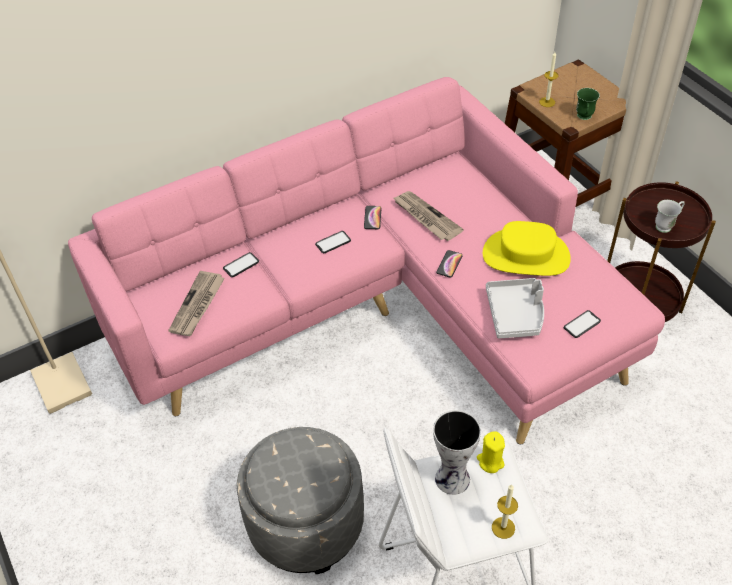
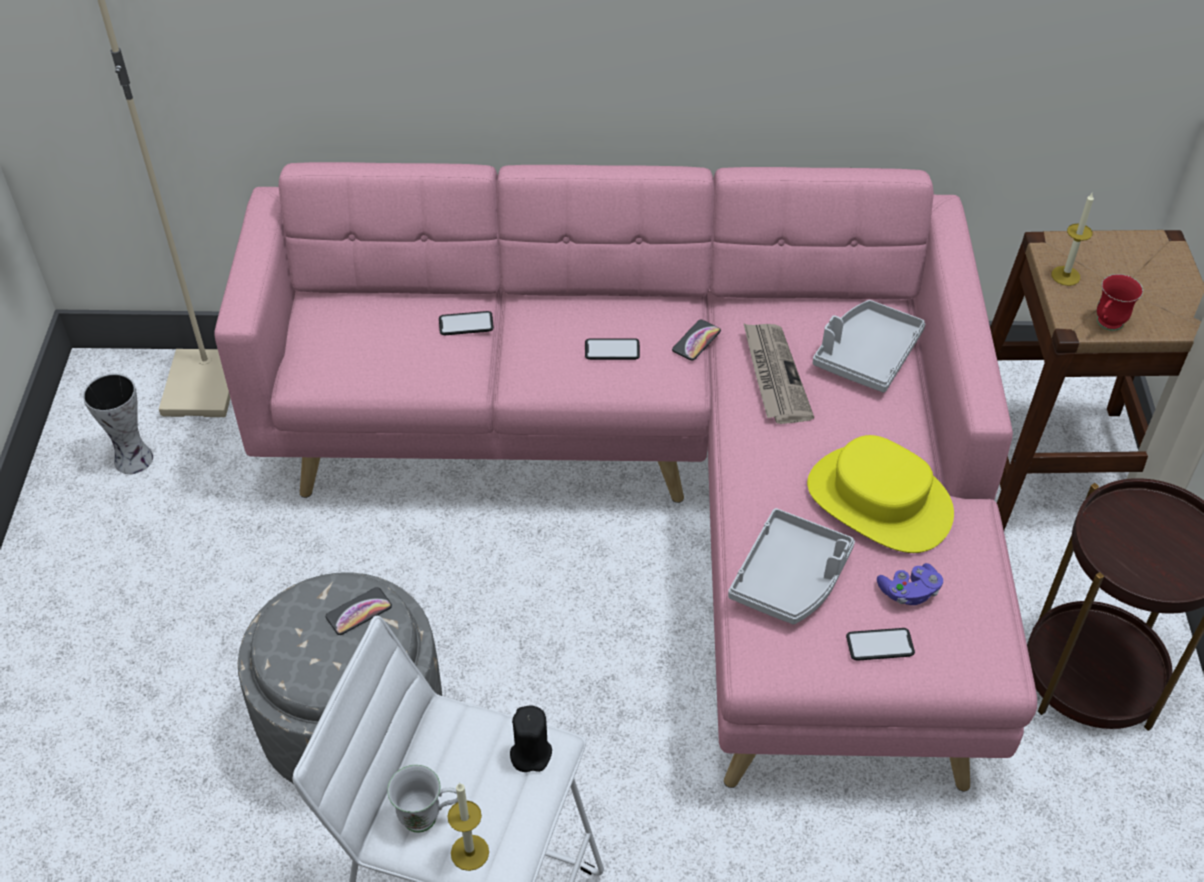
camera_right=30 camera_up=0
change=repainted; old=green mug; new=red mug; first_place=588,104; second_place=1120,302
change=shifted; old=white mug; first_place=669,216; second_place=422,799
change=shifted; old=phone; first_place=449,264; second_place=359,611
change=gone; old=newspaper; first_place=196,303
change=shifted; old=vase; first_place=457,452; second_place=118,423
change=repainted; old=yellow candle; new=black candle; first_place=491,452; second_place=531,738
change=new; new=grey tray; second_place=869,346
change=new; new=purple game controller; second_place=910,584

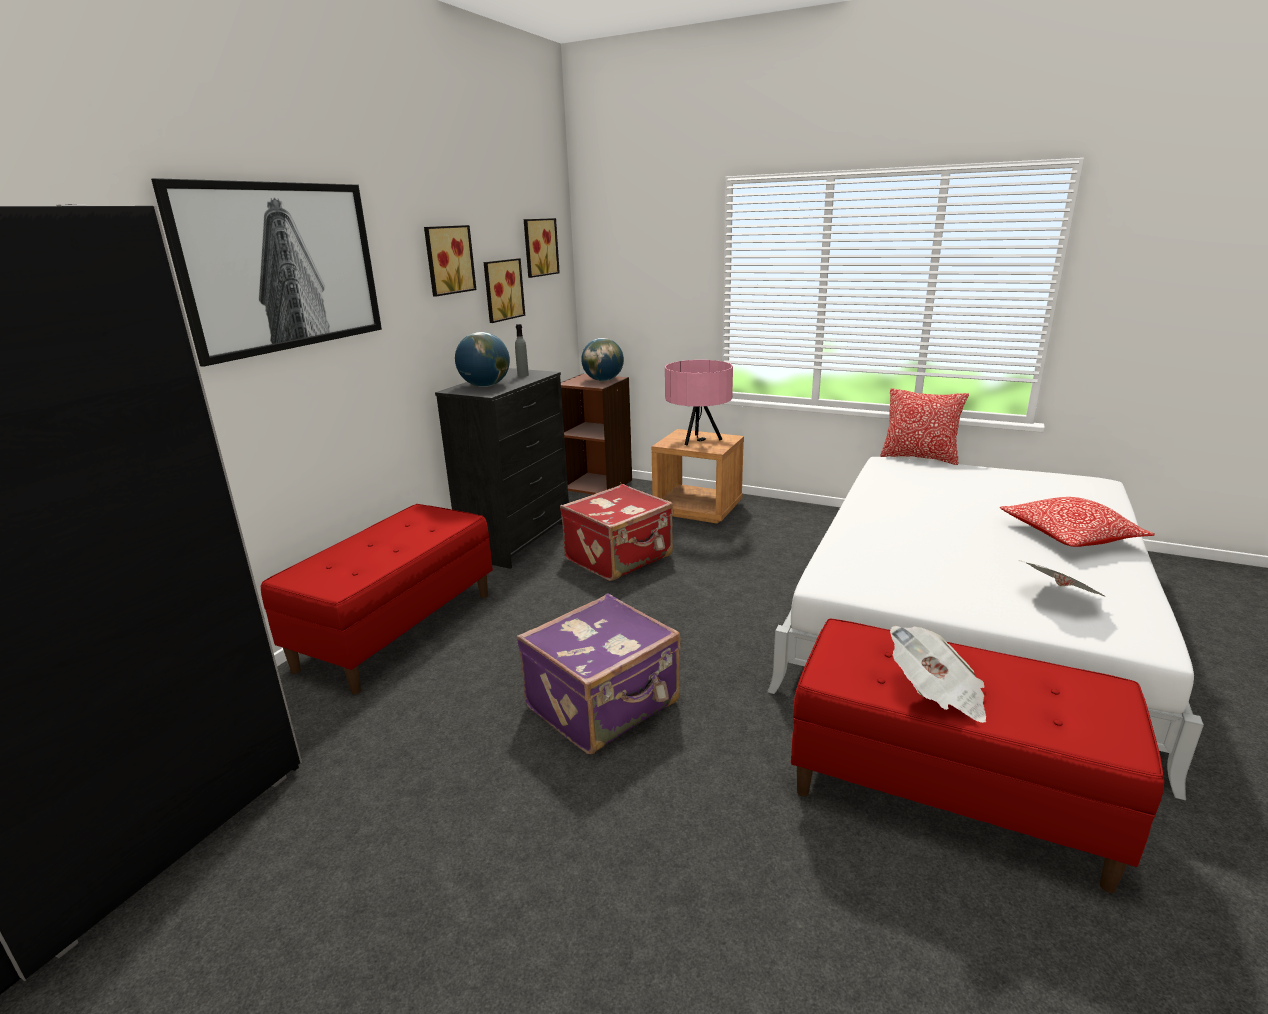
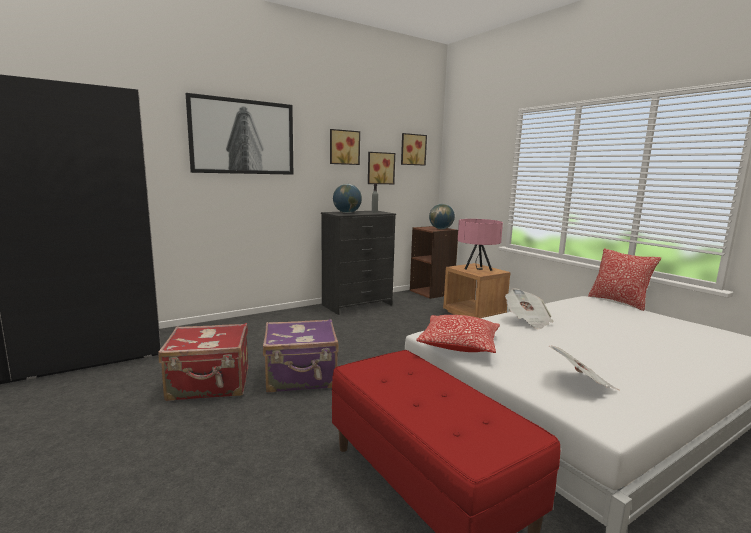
camera_right=30 camera_up=-10
change=shifted; old=red suitcase; first_place=616,532; second_place=203,362
change=shifted; old=pillow; first_place=1077,522; second_place=458,334
change=gone; old=red bench; first_place=377,599
change=shifted; old=newspaper; first_place=938,674; second_place=529,308

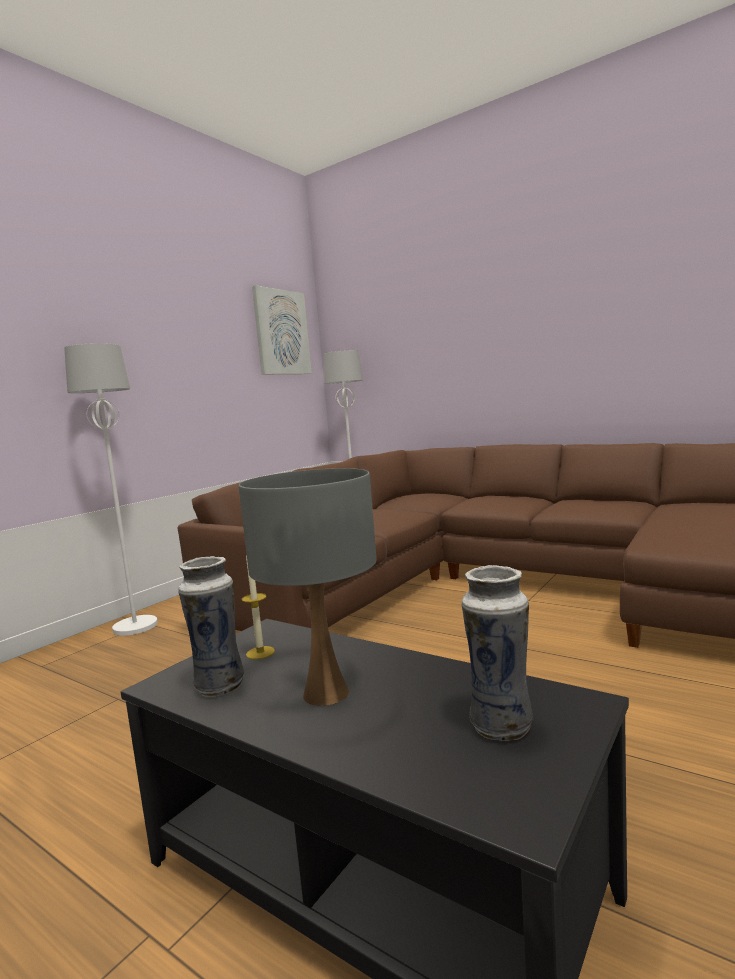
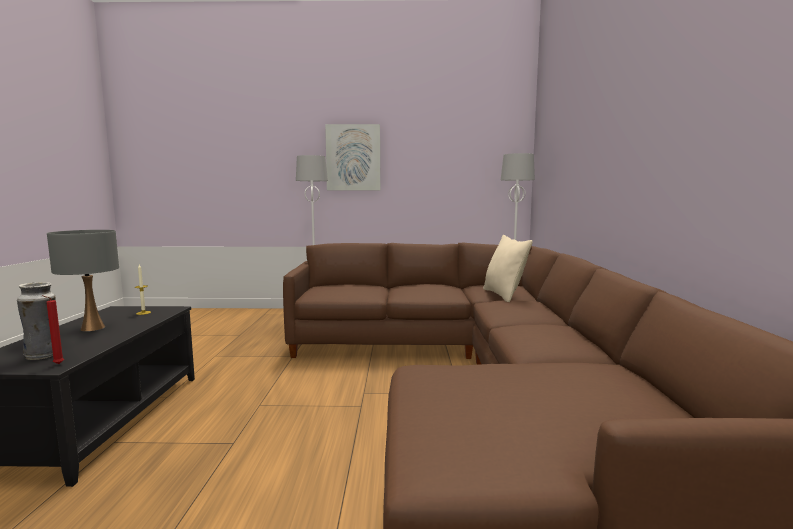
camera_right=55 camera_up=0
change=shifted; old=picture; first_place=282,329; second_place=352,157
change=gone; old=vase; first_place=211,626
change=new; new=beige pillow; second_place=508,268
change=new; new=red candle; second_place=53,329

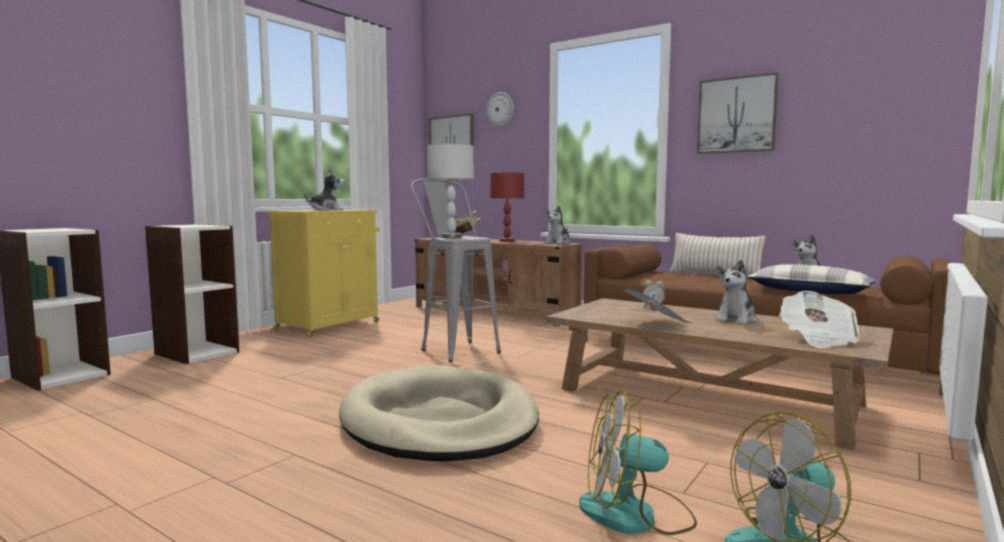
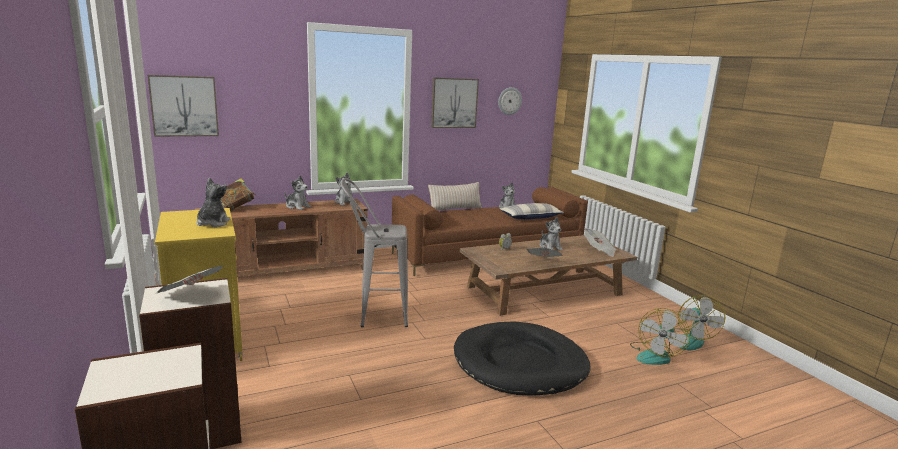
camera_right=-60 camera_up=10
change=shifted; old=wall clock; first_place=500,109; second_place=510,101
change=gone; old=grey table lamp; first_place=450,191
change=swapped; old=red table lamp; new=plush toy; first_place=507,207; second_place=297,192
change=repainted; old=beige dog bed; new=black dog bed; first_place=439,413; second_place=522,359
change=new; new=newspaper; second_place=189,280

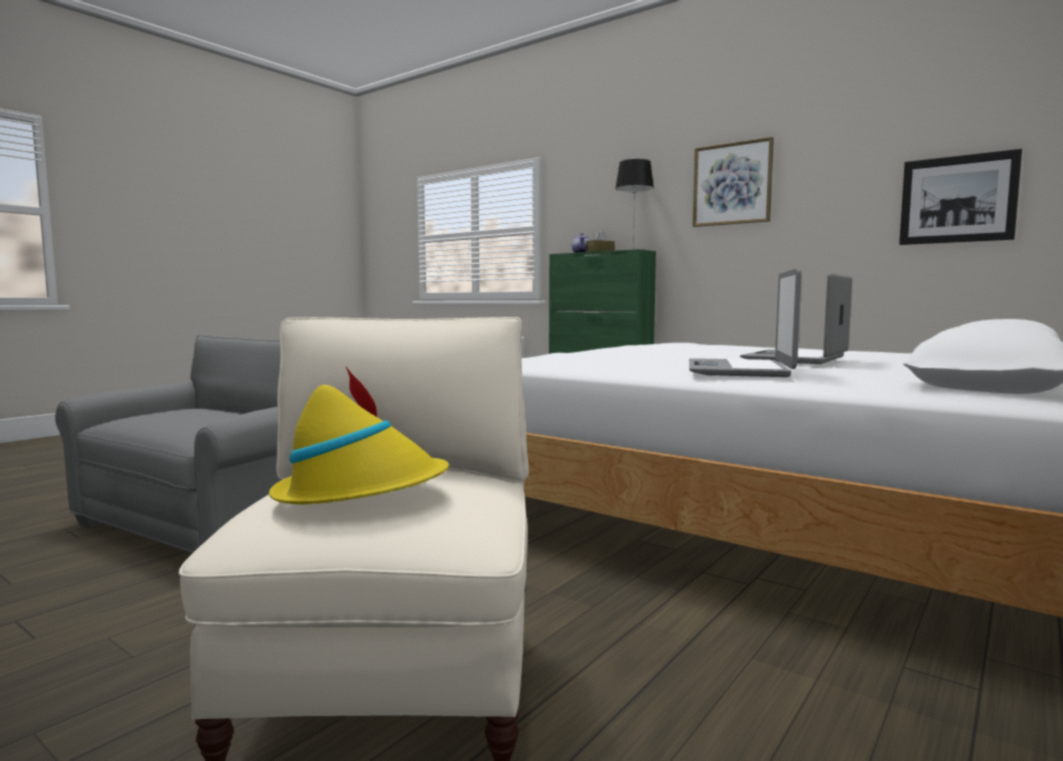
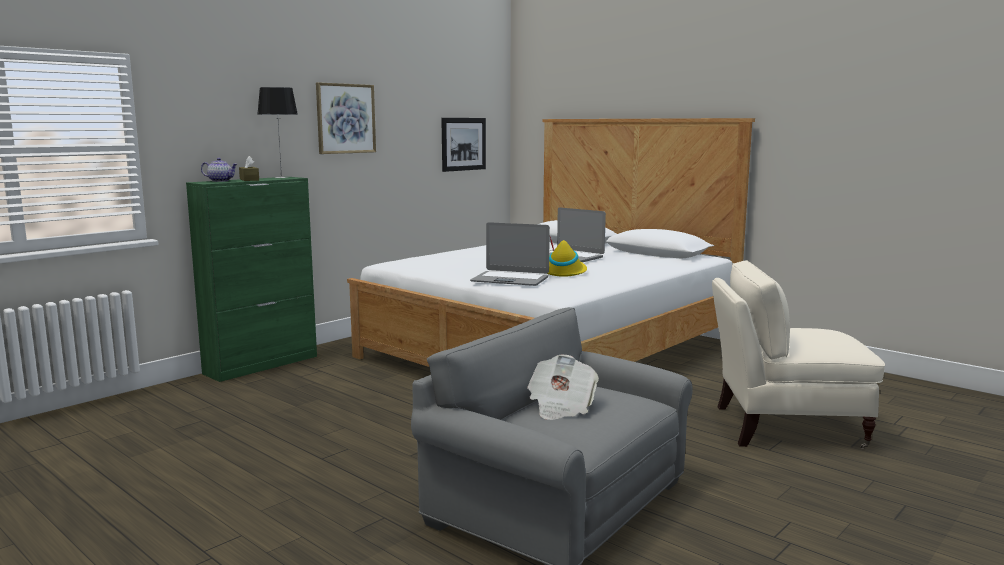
camera_right=-85 camera_up=5
change=shifted; old=laptop; first_place=745,323; second_place=510,254
change=shifted; old=yellow hat; first_place=359,435; second_place=567,257
change=new; new=newspaper; second_place=563,387

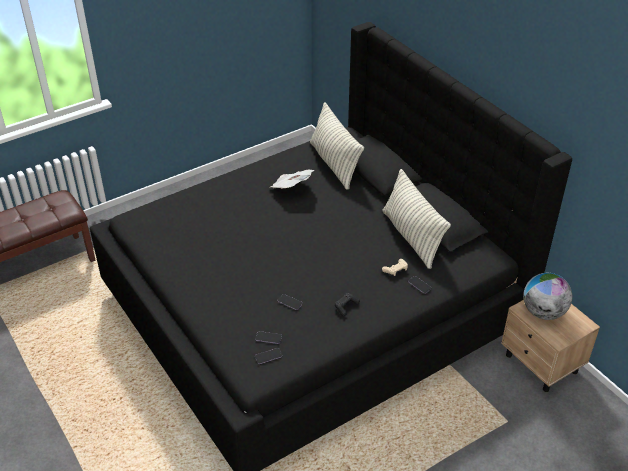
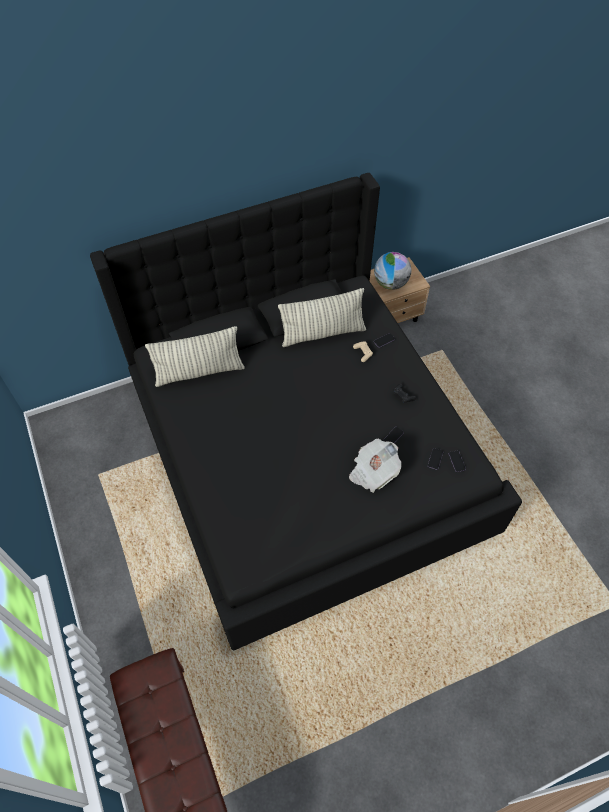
camera_right=-80 camera_up=15
change=shifted; old=newspaper; first_place=292,178; second_place=375,466

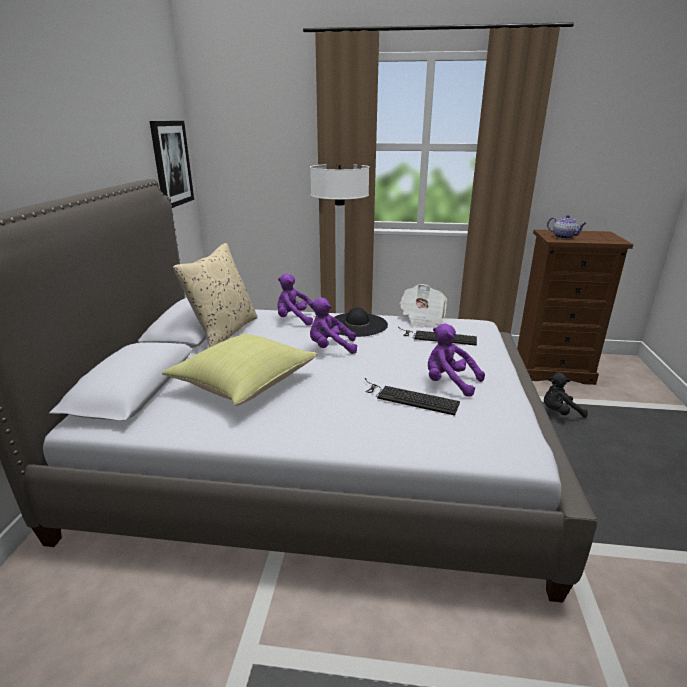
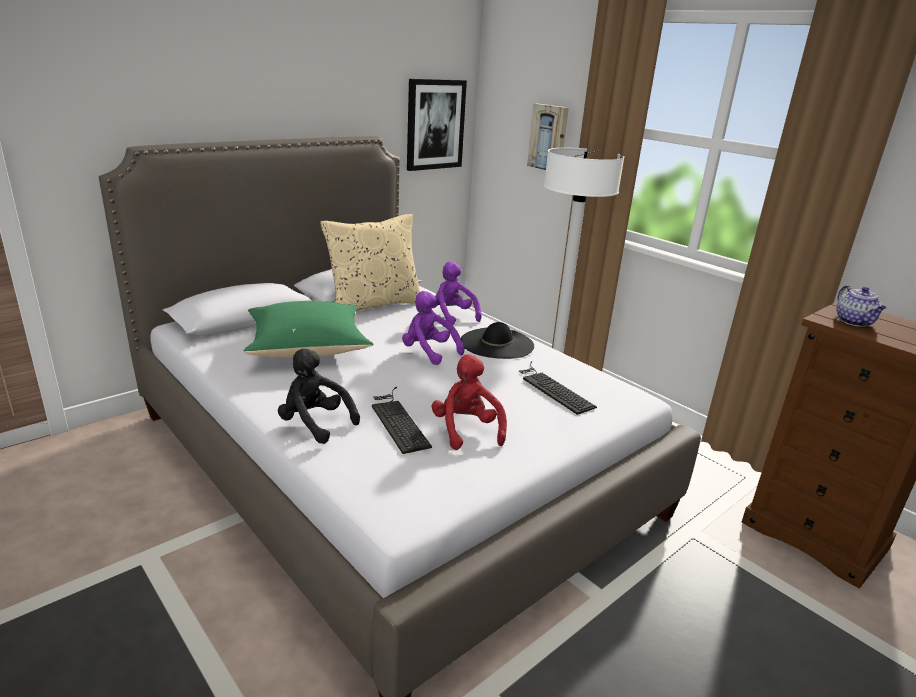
camera_right=40 camera_up=0
change=gone; old=newspaper; first_place=423,306
change=repainted; old=purple plush toy; new=red plush toy; first_place=456,360; second_place=469,402
change=repainted; old=yellow pillow; new=green pillow; first_place=240,369; second_place=309,329
change=shifted; old=black plush toy; first_place=566,395; second_place=319,396
change=new; new=picture; second_place=548,136

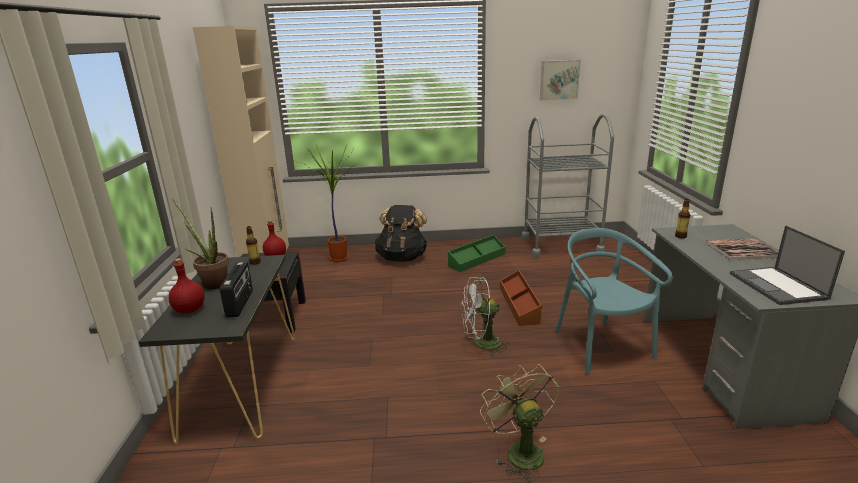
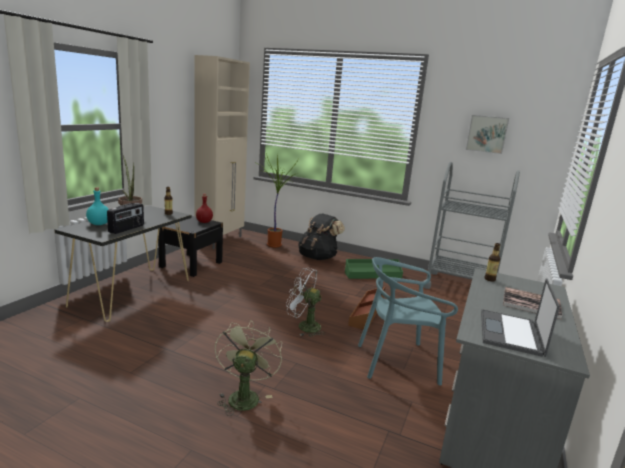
camera_right=25 camera_up=-5
change=rotated; old=turquoise chair; first_place=614,301; second_place=408,321; degrees=-105
change=repainted; old=red bottle; new=turquoise bottle; first_place=187,285; second_place=97,206

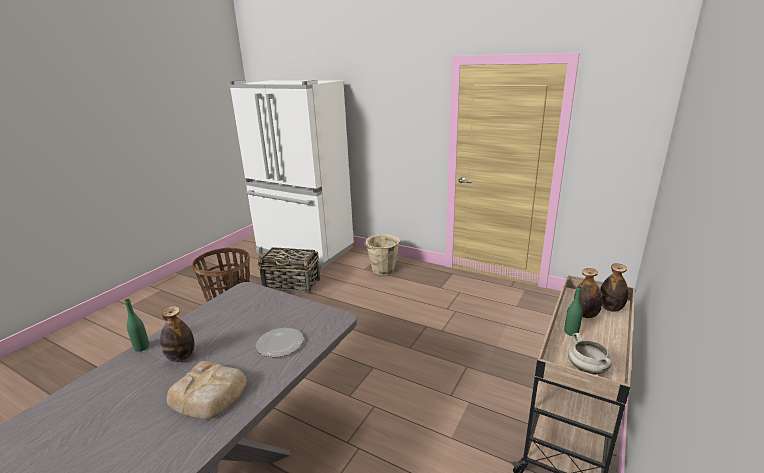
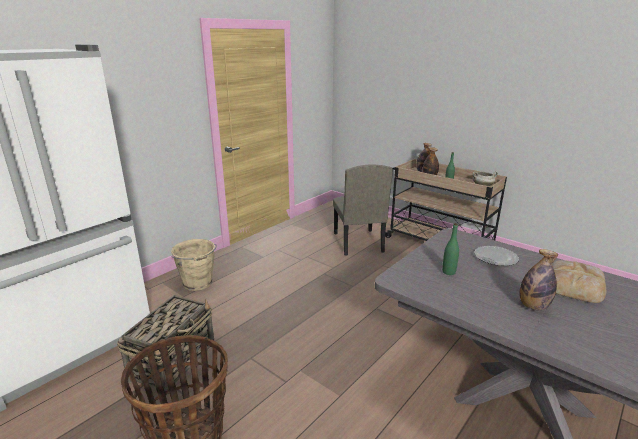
camera_right=-80 camera_up=0
change=shifted; old=green bottle; first_place=137,325; second_place=450,249
change=new; new=beige chair; second_place=363,210

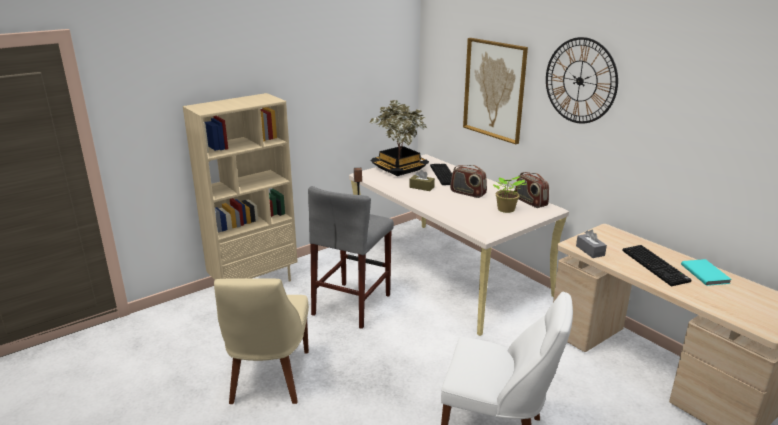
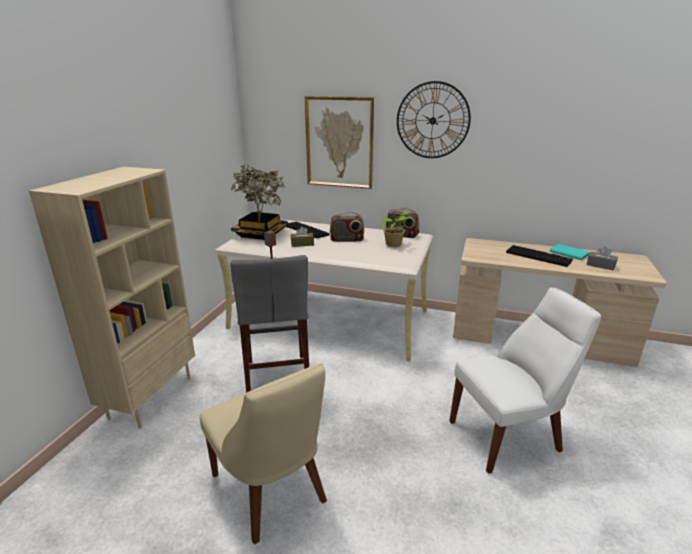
camera_right=-35 camera_up=0
change=shifted; old=grey tissue box; first_place=591,244; second_place=602,258

